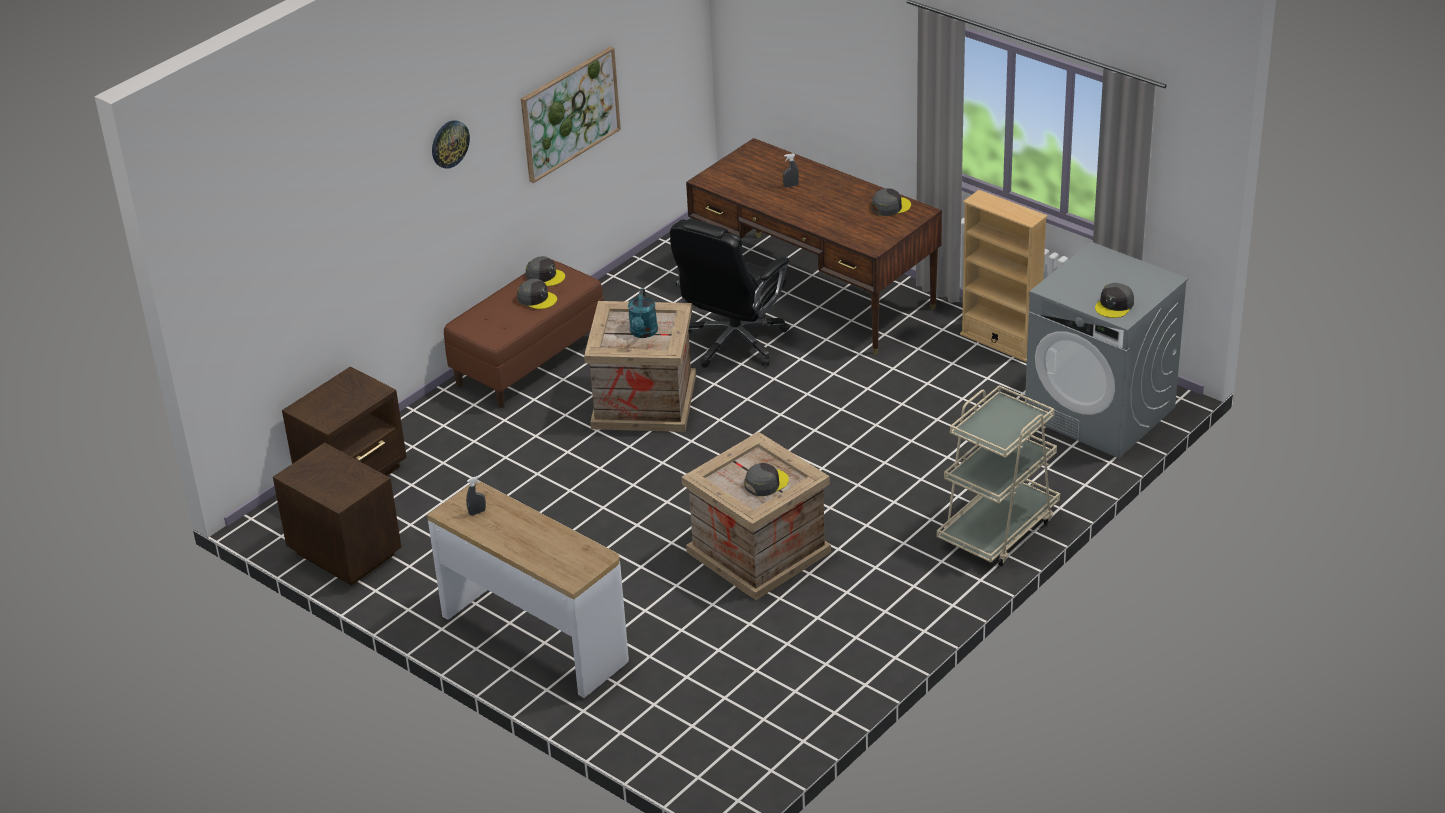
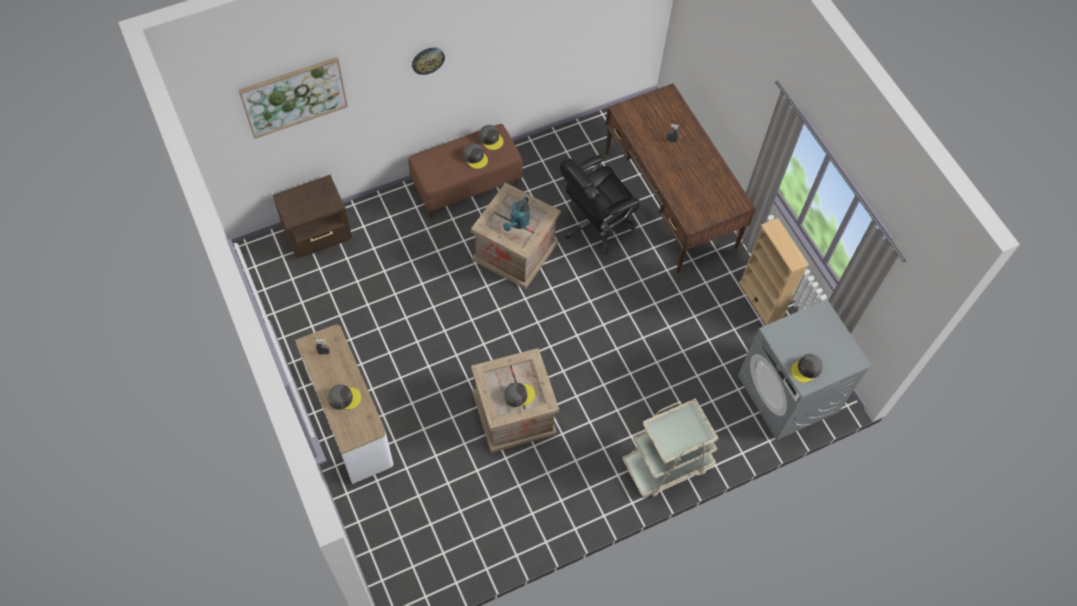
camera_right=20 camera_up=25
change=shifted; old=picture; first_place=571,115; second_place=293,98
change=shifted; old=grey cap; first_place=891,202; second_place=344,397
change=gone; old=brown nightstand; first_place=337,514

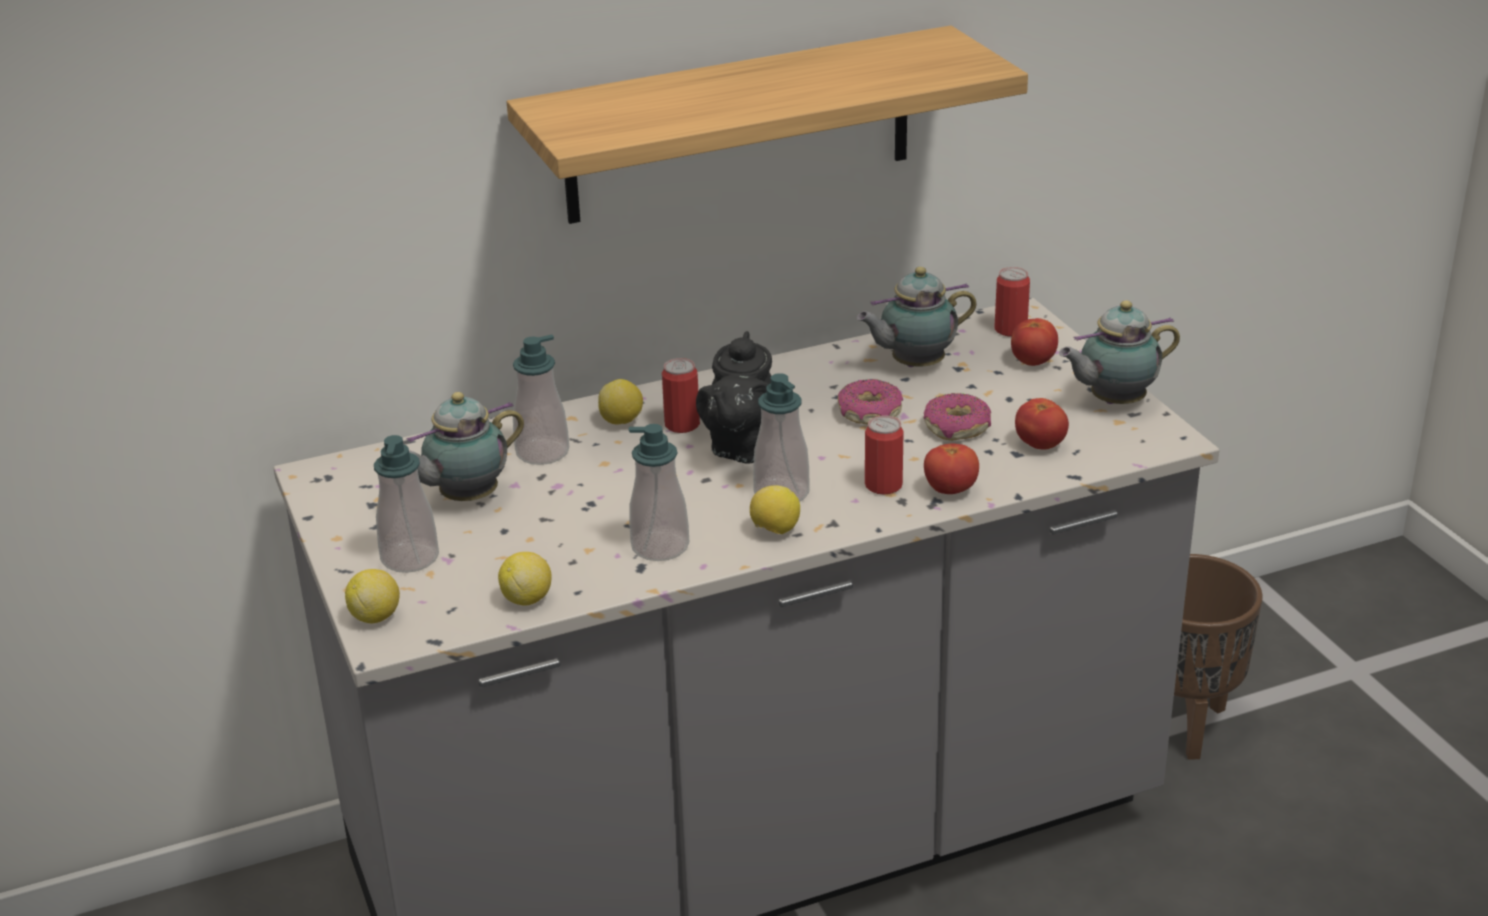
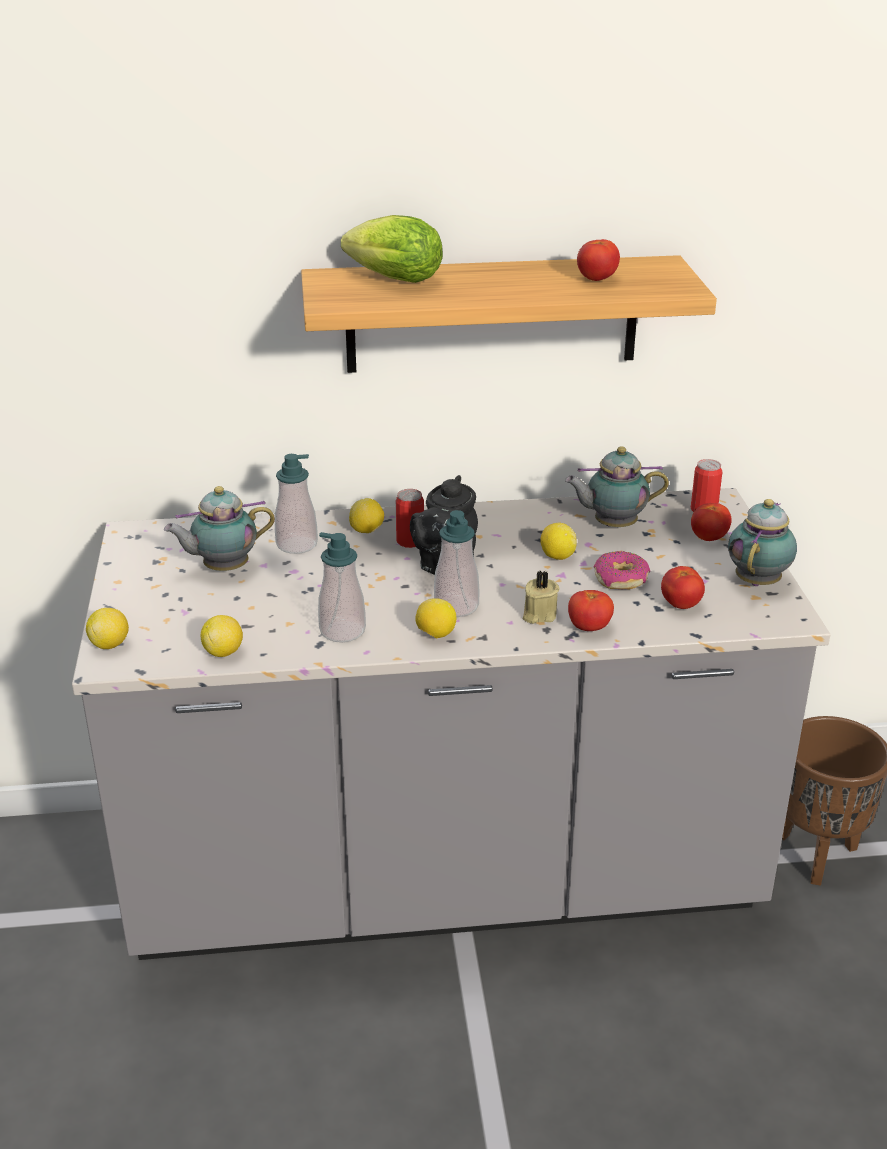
camera_right=15 camera_up=0
change=rotated; old=teapot; first_place=1119,352; second_place=762,542; degrees=120
change=swapped; old=donut; new=lemon; first_place=870,402; second_place=558,541
change=swapped; old=can; new=beige candle; first_place=884,454; second_place=541,597
change=gone; old=soap dispenser; first_place=406,504
change=new; new=lettuce; second_place=392,249
change=new; new=tomato; second_place=598,260

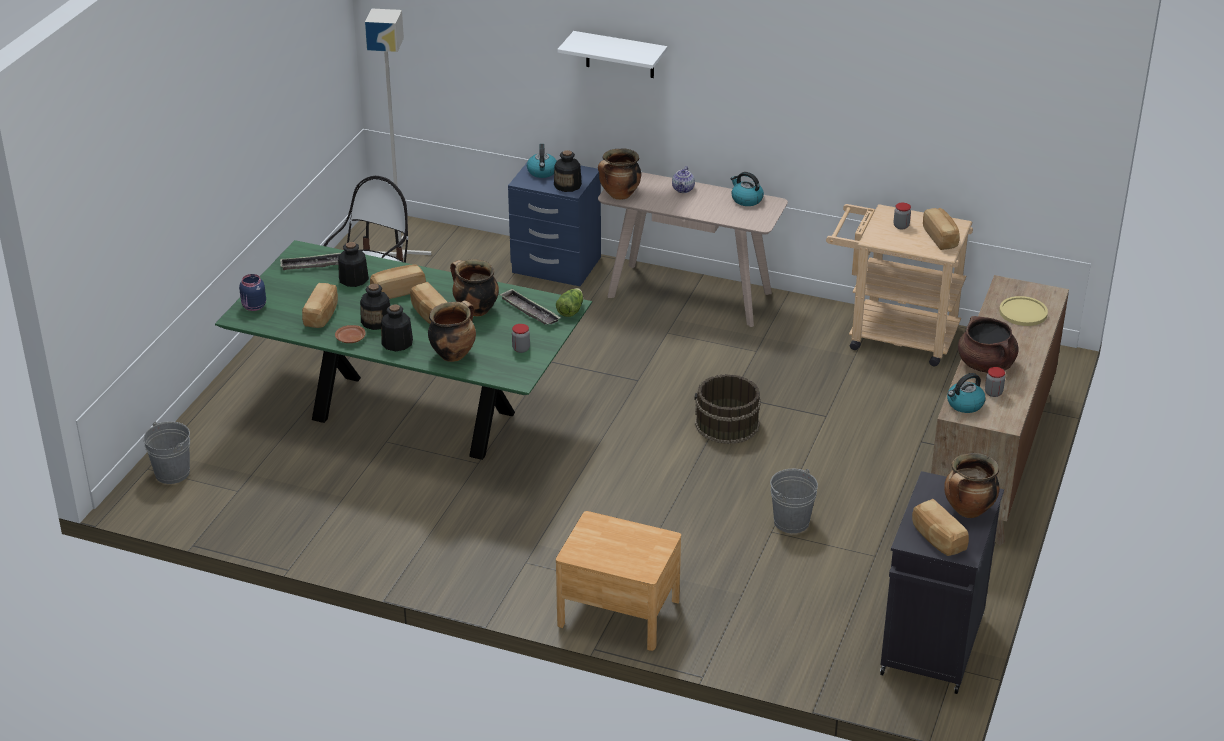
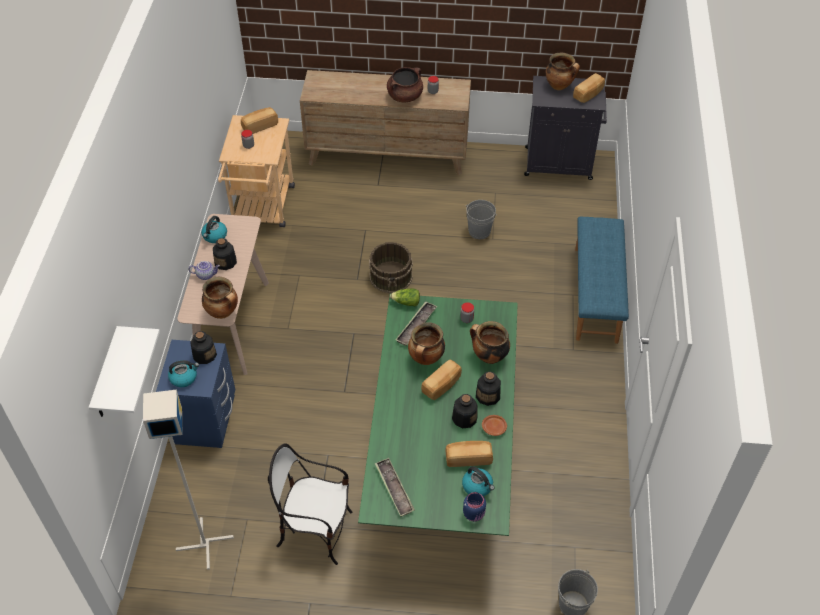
camera_right=-105 camera_up=15
change=shifted; old=white shelf; first_place=612,54; second_place=124,371
change=shifted; old=bottle; first_place=353,264; second_place=225,254
change=gone; old=bread; first_place=398,282
change=gone; old=yellow plate; first_place=1023,311
change=shifted; old=kettle; first_place=966,393; second_place=478,481
change=swapped; old=brown nightstand; new=blue bench; first_place=618,581; second_place=602,280

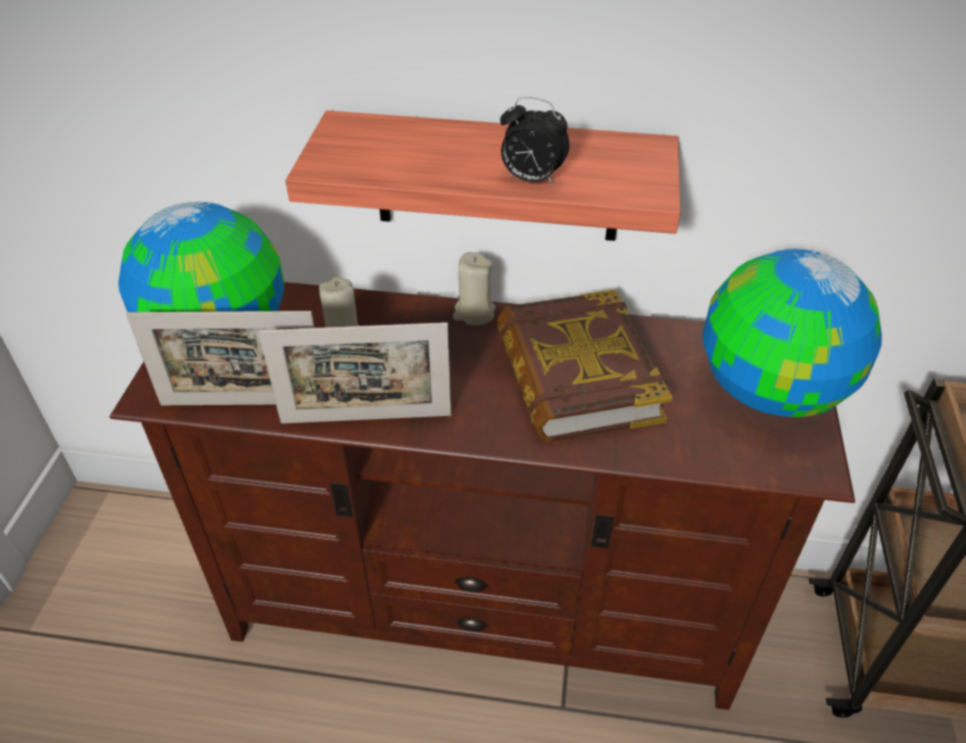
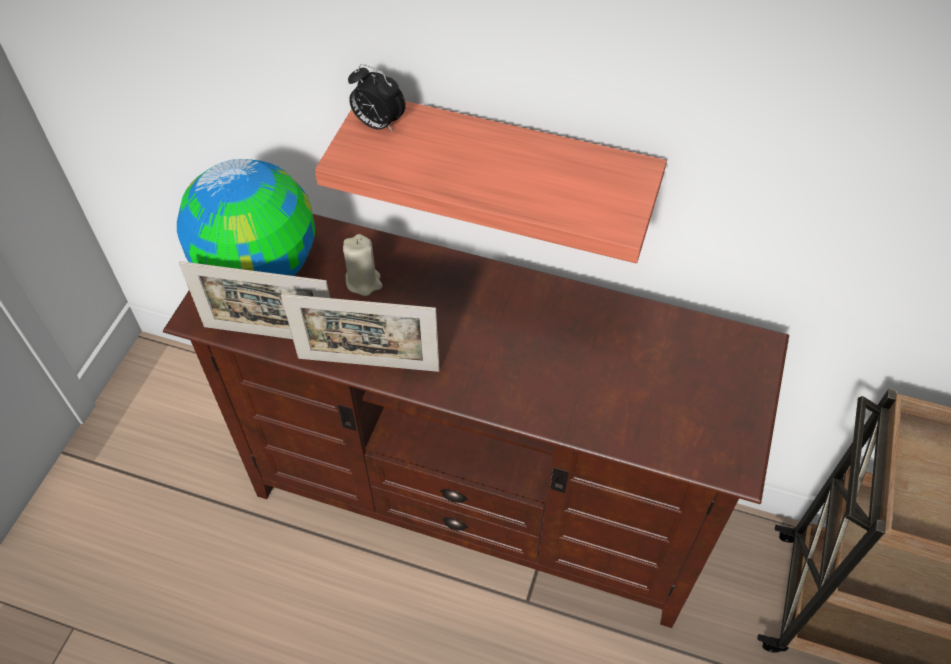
camera_right=10 camera_up=10
change=shifted; old=alarm clock; first_place=535,141; second_place=377,98
change=gone; old=globe; first_place=792,333
change=gone; old=beige candle; first_place=474,288
change=gone; old=book; first_place=585,366

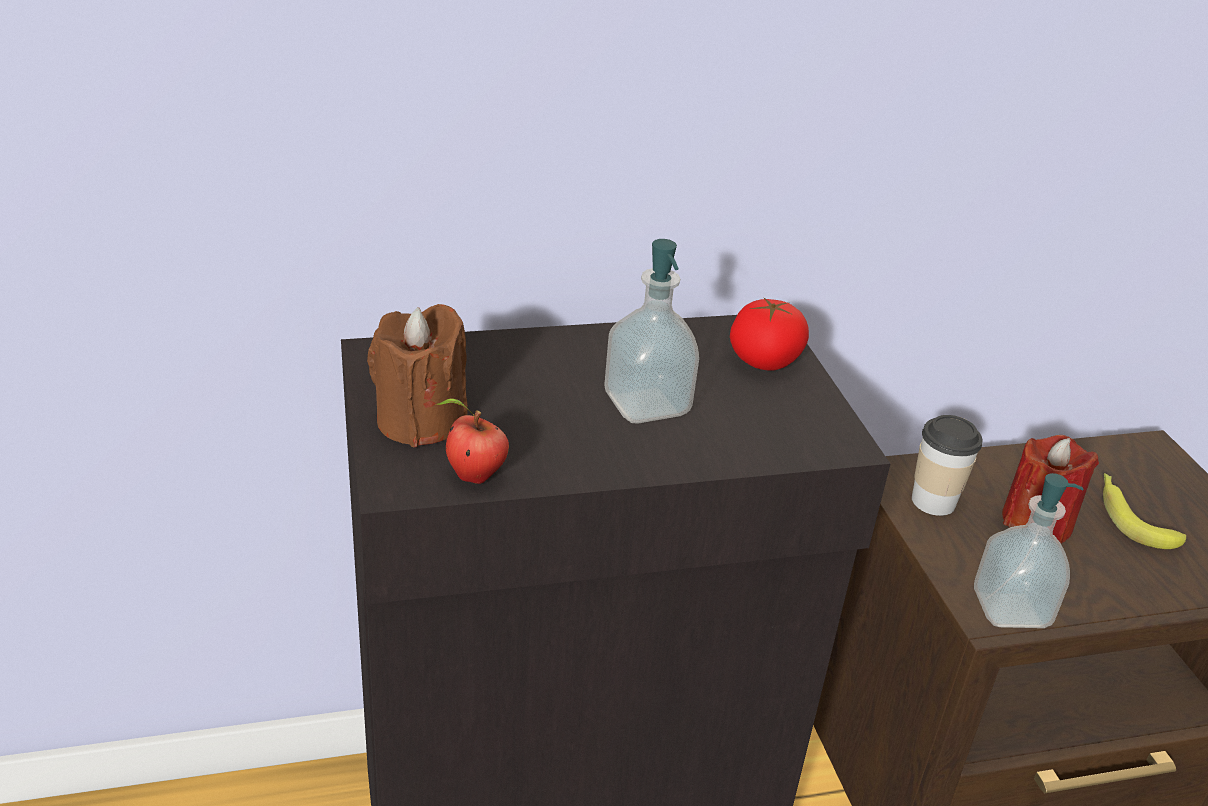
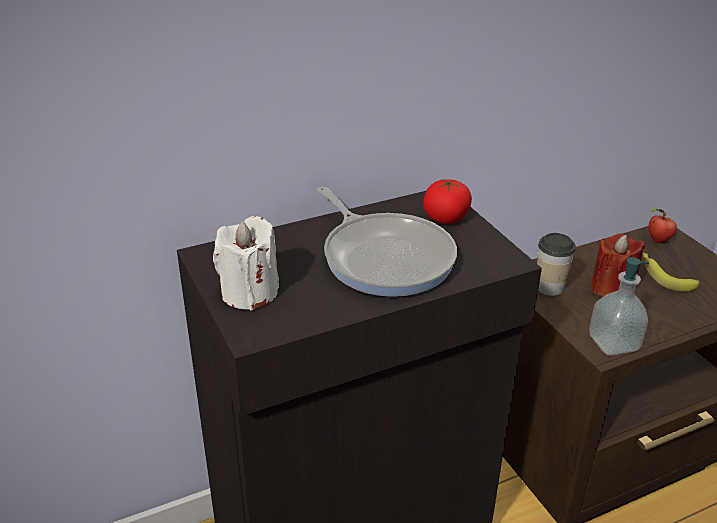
camera_right=-10 camera_up=0
change=swapped; old=soap dispenser; new=frying pan; first_place=651,331; second_place=387,242
change=repainted; old=brown candle; new=white candle; first_place=417,375; second_place=246,263
change=shifted; old=apple; first_place=472,441; second_place=662,226

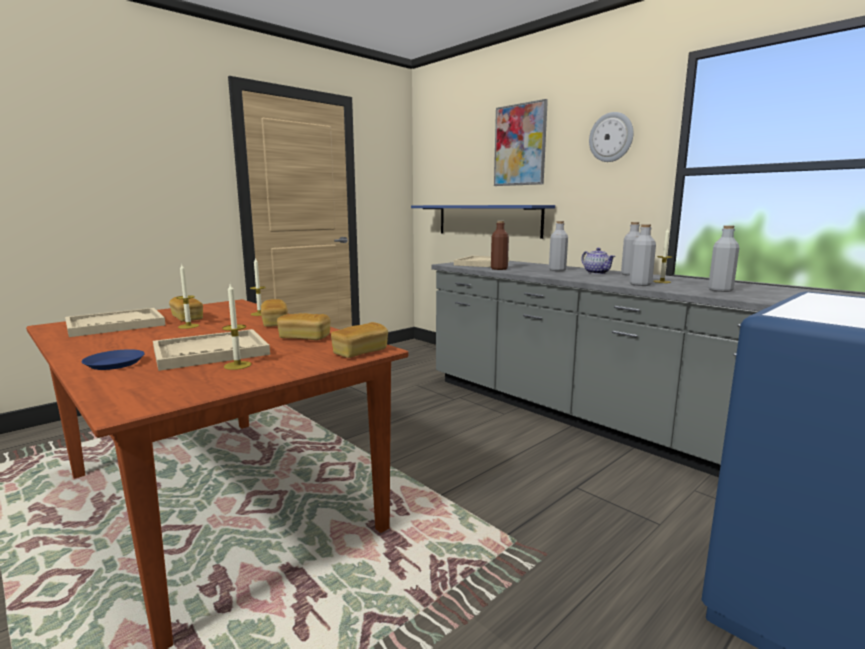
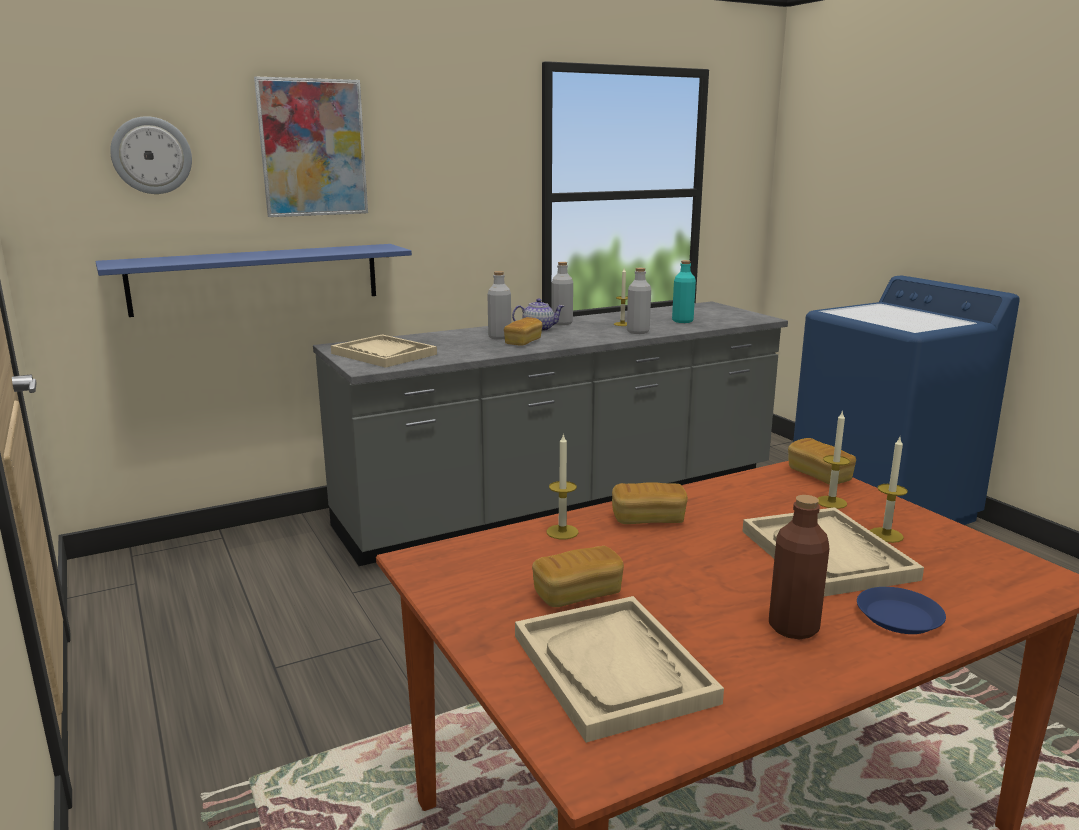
camera_right=-75 camera_up=5
change=shifted; old=wall clock; first_place=611,137; second_place=151,155
change=shifted; old=brown bottle; first_place=500,245; second_place=799,567
change=repainted; old=grey bottle; new=turquoise bottle; first_place=723,258; second_place=684,291
change=shifted; old=candle; first_place=187,296; second_place=834,459
change=shifted; old=bread; first_place=304,326; second_place=523,331

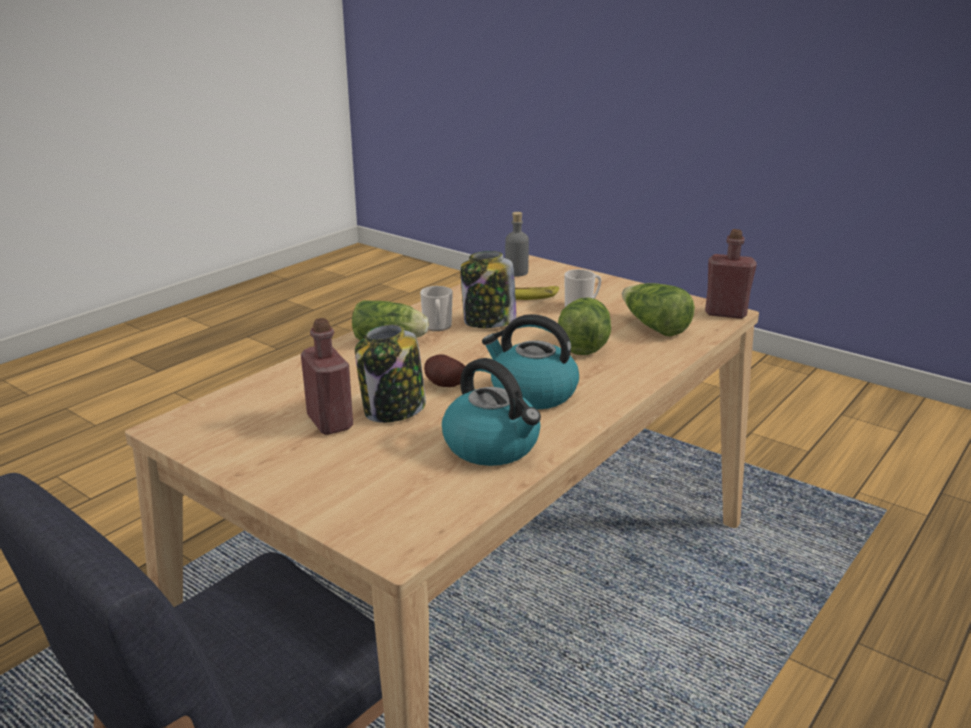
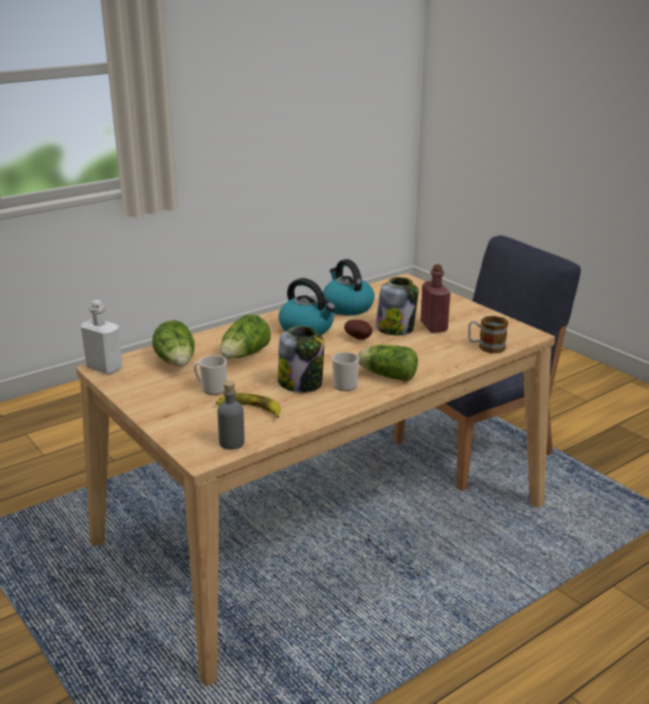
camera_right=-165 camera_up=0
change=repainted; old=red bottle; new=white bottle; first_place=731,274; second_place=102,337
change=new; new=mug; second_place=488,335

